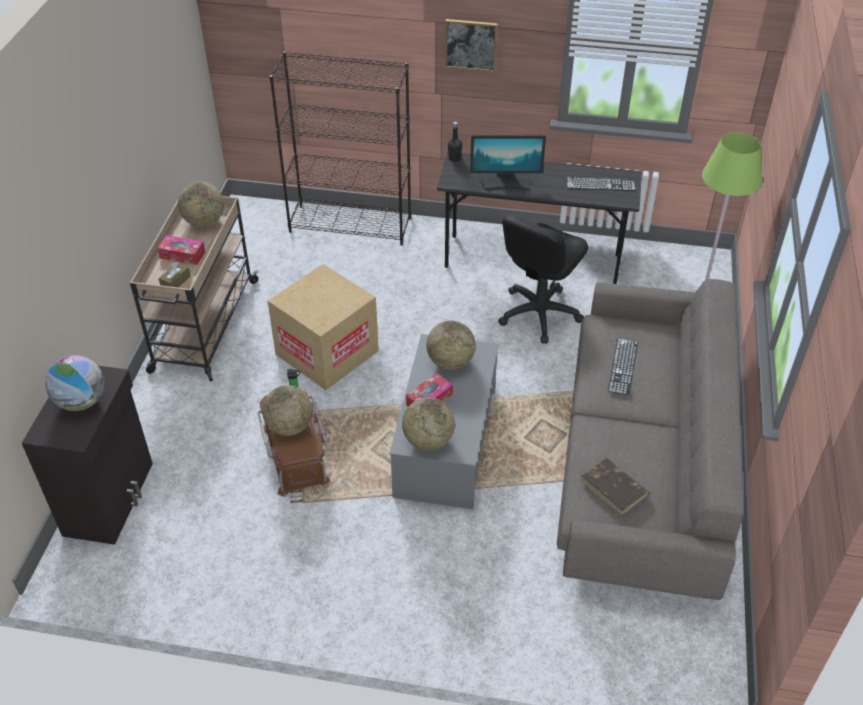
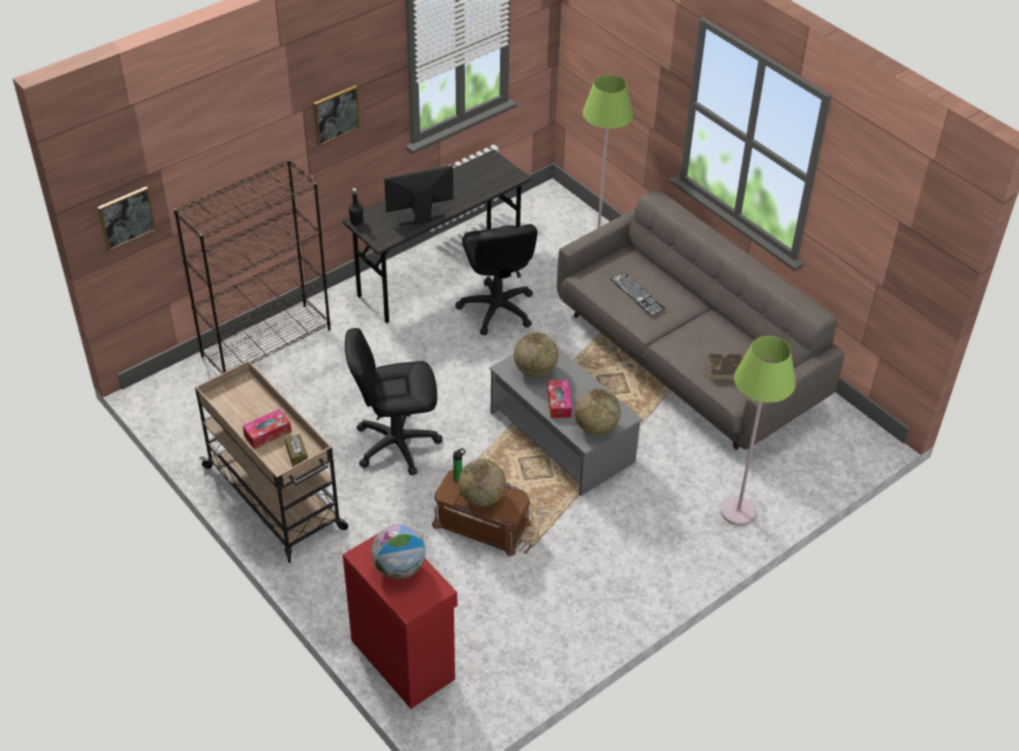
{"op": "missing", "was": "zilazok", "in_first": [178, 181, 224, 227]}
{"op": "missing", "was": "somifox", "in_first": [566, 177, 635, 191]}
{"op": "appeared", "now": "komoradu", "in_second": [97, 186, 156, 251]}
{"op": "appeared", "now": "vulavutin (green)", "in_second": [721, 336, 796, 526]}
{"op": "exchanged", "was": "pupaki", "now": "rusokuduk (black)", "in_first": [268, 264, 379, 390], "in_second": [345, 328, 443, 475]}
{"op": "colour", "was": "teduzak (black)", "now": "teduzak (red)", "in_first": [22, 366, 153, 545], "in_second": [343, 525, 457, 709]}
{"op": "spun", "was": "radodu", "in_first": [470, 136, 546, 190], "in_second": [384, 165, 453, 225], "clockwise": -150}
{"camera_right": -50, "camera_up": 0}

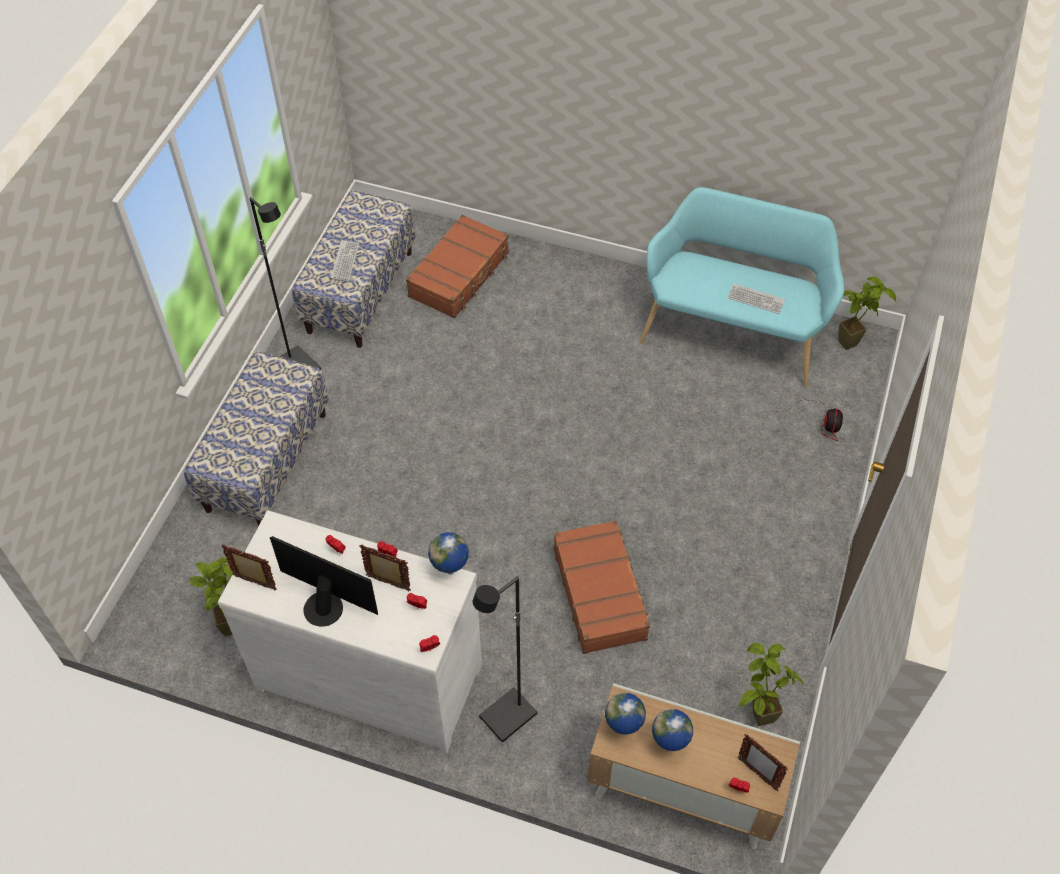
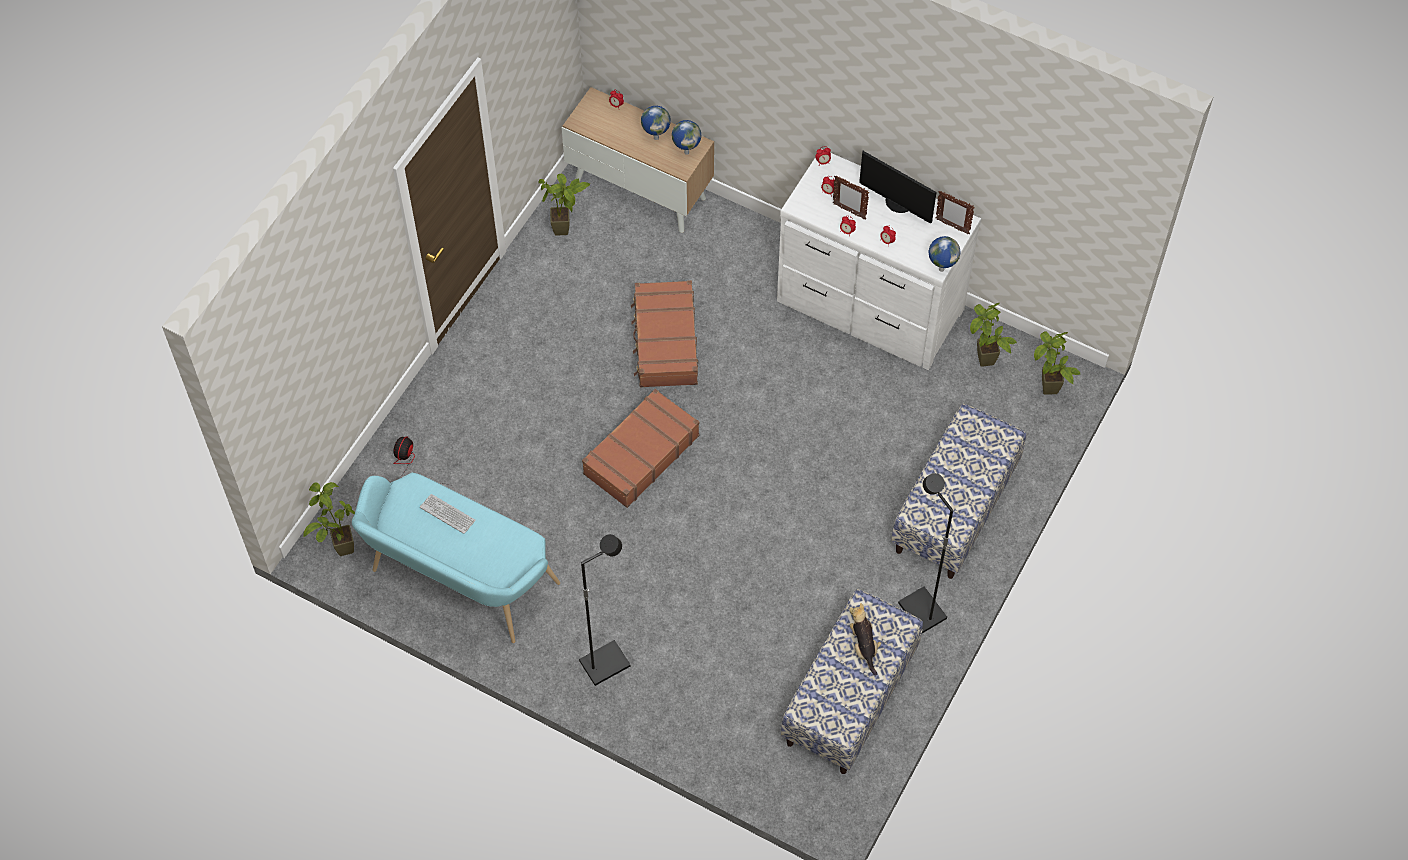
{"op": "missing", "was": "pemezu", "in_first": [738, 734, 788, 791]}
{"op": "appeared", "now": "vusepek", "in_second": [1034, 331, 1080, 395]}
{"op": "relocated", "was": "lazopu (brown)", "in_first": [406, 214, 509, 318], "in_second": [582, 389, 700, 508]}
{"op": "relocated", "was": "zilazok", "in_first": [428, 532, 469, 575], "in_second": [928, 236, 961, 272]}
{"op": "relocated", "was": "vulavutin (black)", "in_first": [473, 576, 537, 743], "in_second": [579, 534, 630, 686]}
{"op": "exchanged", "was": "somifox", "now": "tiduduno", "in_first": [331, 240, 359, 281], "in_second": [850, 603, 881, 676]}
{"camera_right": -170, "camera_up": 5}

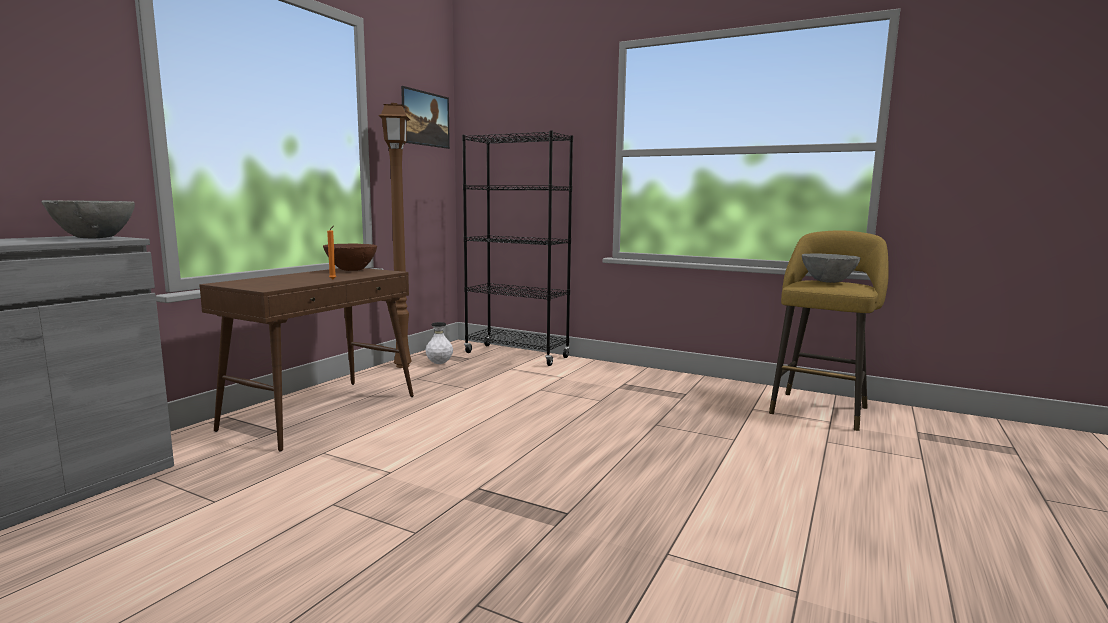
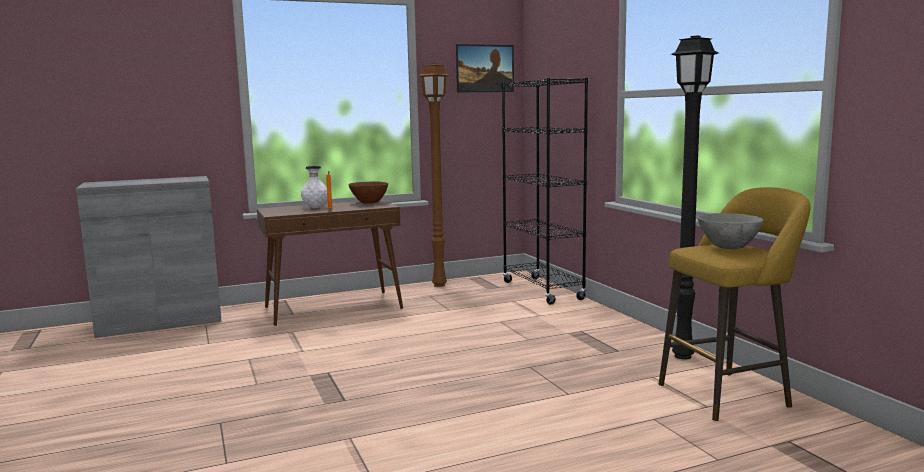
{"op": "missing", "was": "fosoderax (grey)", "in_first": [41, 200, 135, 239]}
{"op": "appeared", "now": "vulavutin (black)", "in_second": [671, 35, 718, 360]}
{"op": "relocated", "was": "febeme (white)", "in_first": [426, 322, 453, 364], "in_second": [301, 166, 328, 208]}
{"camera_right": 40, "camera_up": 0}

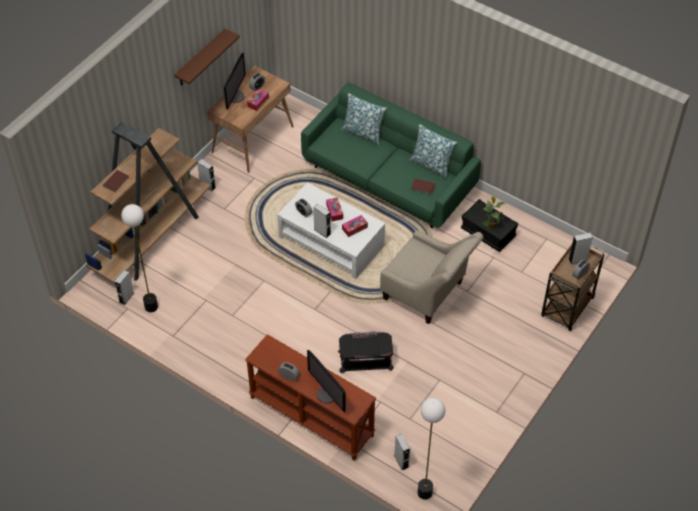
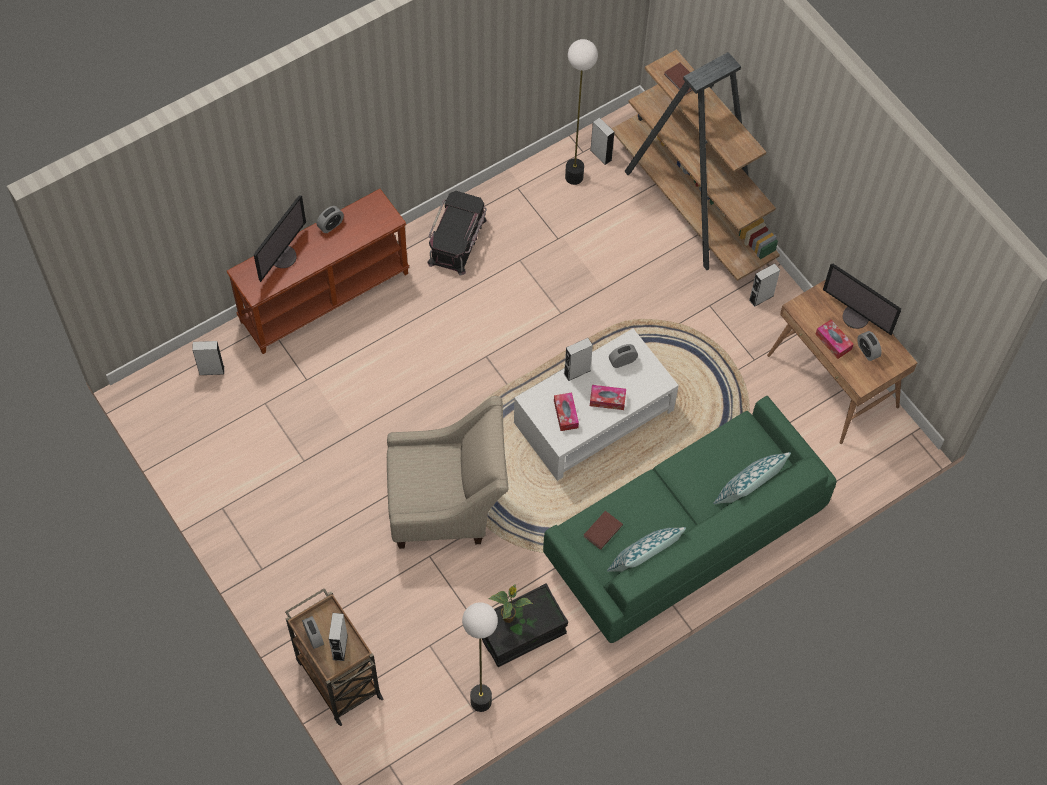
{"op": "missing", "was": "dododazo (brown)", "in_first": [174, 28, 240, 86]}
{"op": "relocated", "was": "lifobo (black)", "in_first": [338, 331, 394, 374], "in_second": [427, 191, 487, 276]}
{"op": "relocated", "was": "vulavutin", "in_first": [418, 398, 445, 500], "in_second": [462, 602, 498, 712]}
{"op": "spun", "was": "radodu", "in_first": [307, 350, 346, 413], "in_second": [254, 195, 306, 282], "clockwise": 135}
{"op": "spun", "was": "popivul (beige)", "in_first": [380, 230, 484, 324], "in_second": [387, 396, 509, 549], "clockwise": -150}
{"camera_right": 110, "camera_up": 10}

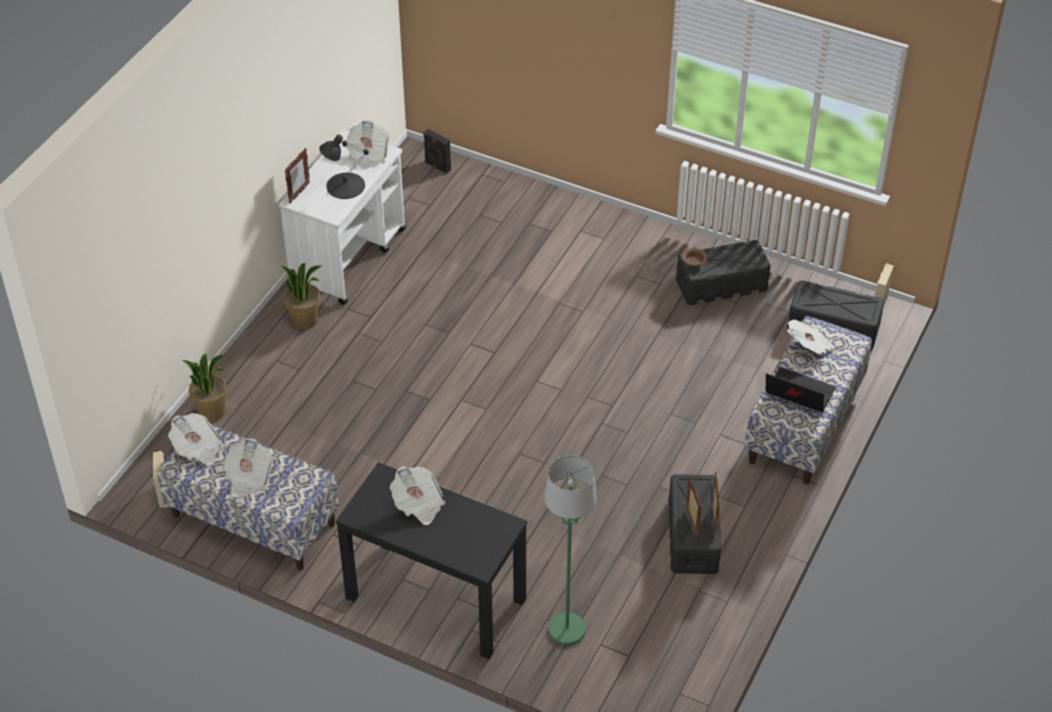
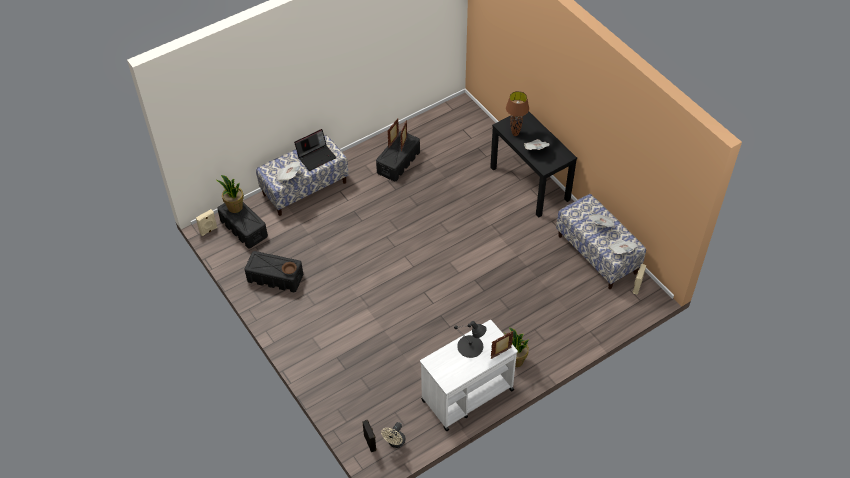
{"op": "missing", "was": "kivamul", "in_first": [346, 120, 389, 170]}
{"op": "missing", "was": "vulavutin (green)", "in_first": [545, 456, 597, 645]}
{"op": "appeared", "now": "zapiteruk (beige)", "in_second": [381, 422, 406, 448]}
{"op": "appeared", "now": "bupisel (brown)", "in_second": [506, 91, 529, 136]}
{"op": "relocated", "was": "vusepek", "in_first": [182, 354, 228, 422], "in_second": [217, 175, 244, 213]}
{"op": "spun", "was": "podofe", "in_first": [766, 367, 836, 412], "in_second": [294, 129, 336, 171], "clockwise": -90}
{"camera_right": -150, "camera_up": 5}

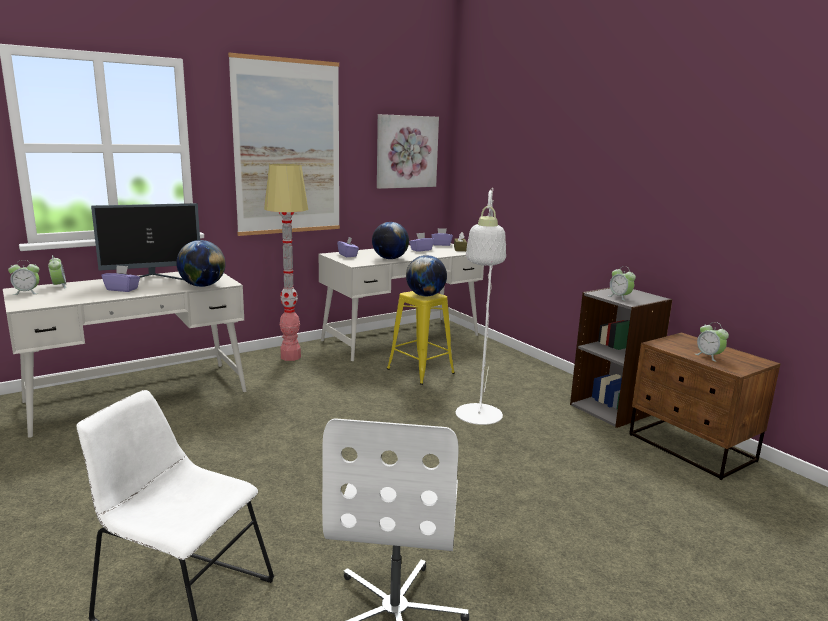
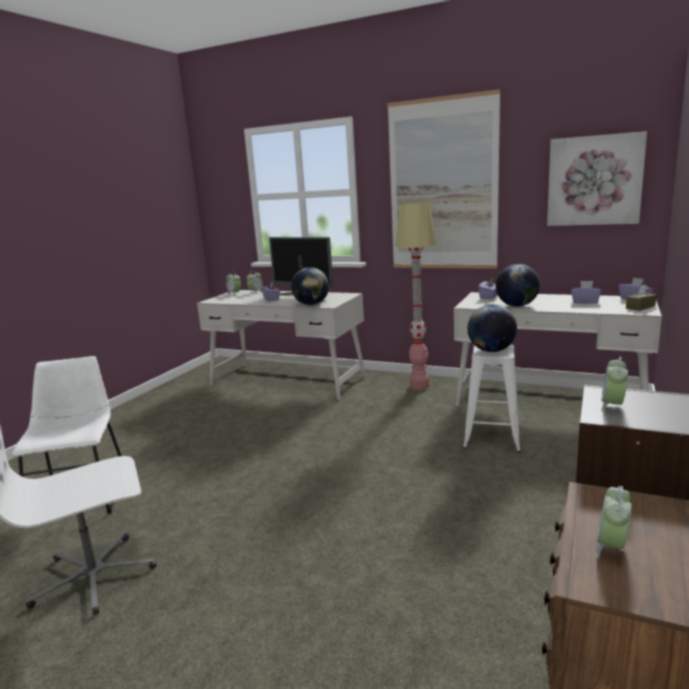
{"op": "missing", "was": "vulavutin (white)", "in_first": [456, 188, 506, 425]}
{"op": "colour", "was": "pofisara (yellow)", "now": "pofisara (white)", "in_first": [387, 291, 455, 385], "in_second": [463, 344, 521, 452]}
{"camera_right": 60, "camera_up": 0}

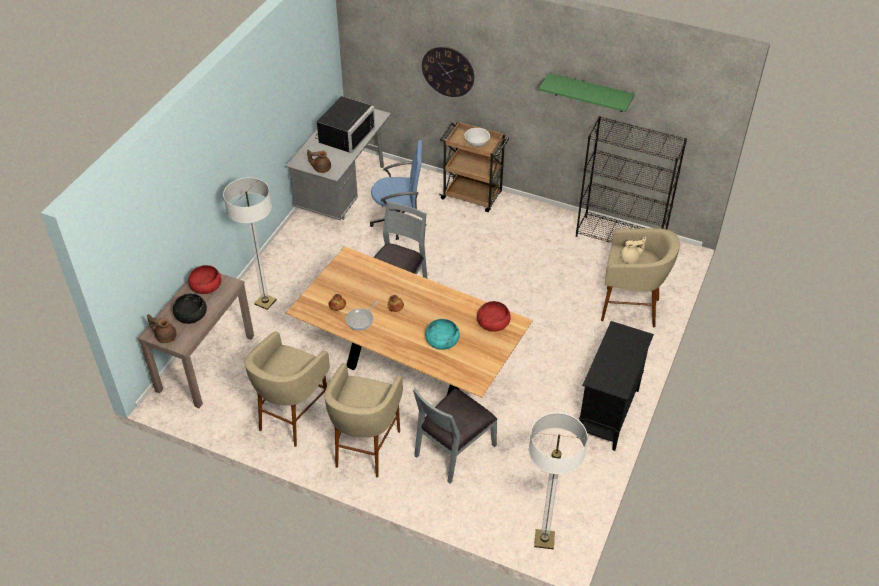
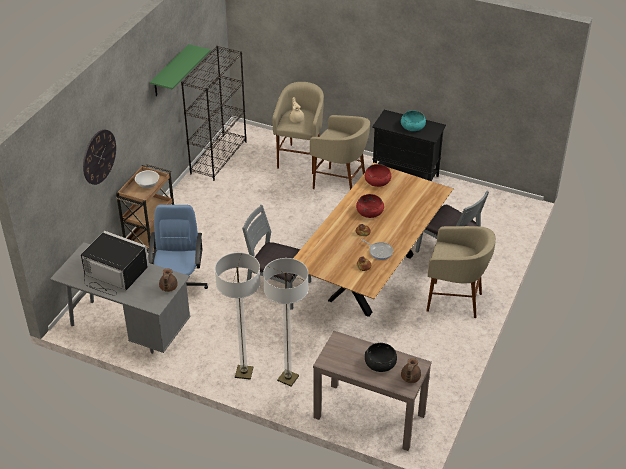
{"op": "relocated", "was": "fosoderax (red)", "in_first": [188, 265, 221, 294], "in_second": [356, 194, 384, 218]}
{"op": "relocated", "was": "pofisara (beige)", "in_first": [245, 331, 330, 447], "in_second": [310, 115, 370, 190]}
{"op": "relocated", "was": "fosoderax (turquoise)", "in_first": [425, 319, 460, 350], "in_second": [401, 110, 426, 131]}
{"op": "relocated", "was": "vulavutin", "in_first": [529, 413, 588, 549], "in_second": [215, 252, 261, 380]}
{"camera_right": -90, "camera_up": -5}

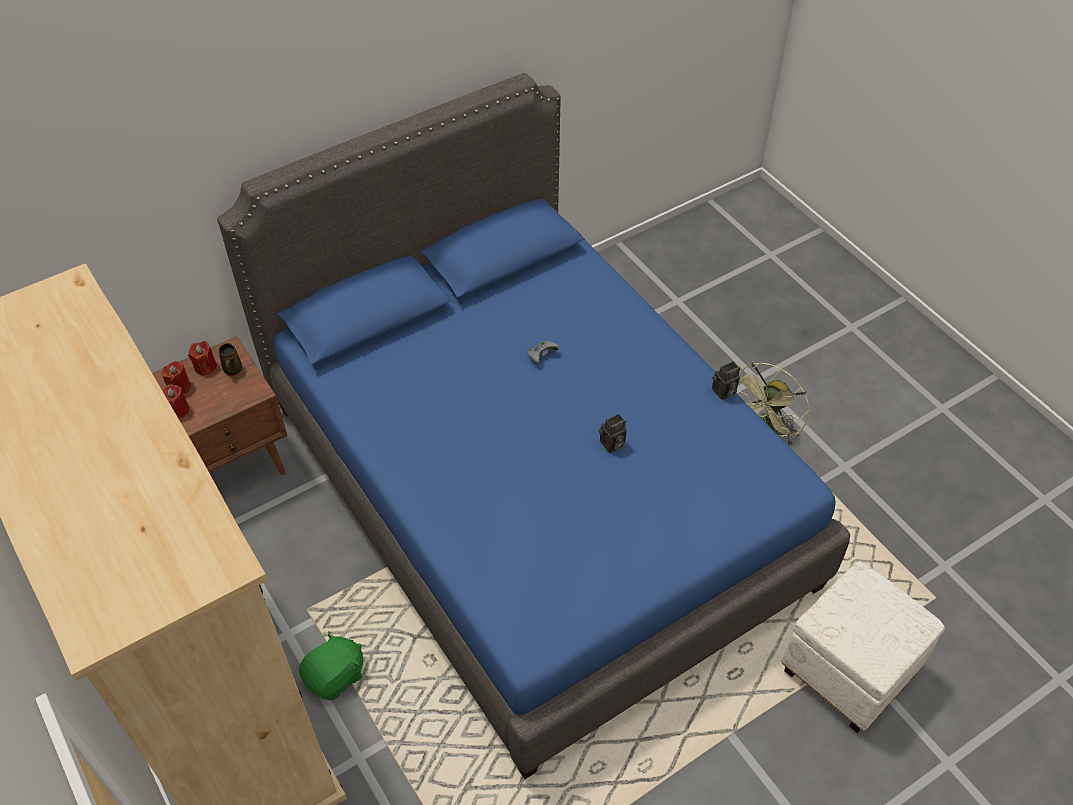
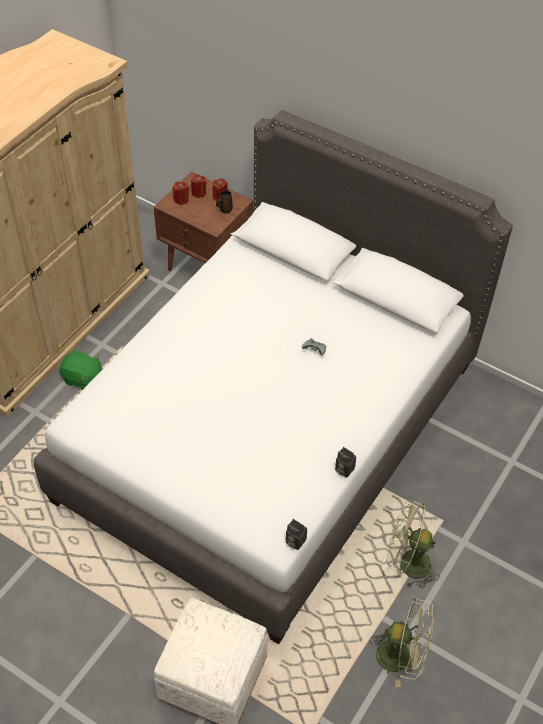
{"op": "appeared", "now": "zapiteruk (green)", "in_second": [369, 598, 434, 687]}
{"op": "relocated", "was": "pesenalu", "in_first": [599, 414, 627, 453], "in_second": [286, 519, 307, 550]}
{"op": "colour", "was": "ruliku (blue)", "now": "ruliku (white)", "in_first": [217, 73, 850, 779], "in_second": [34, 110, 513, 644]}
{"camera_right": 65, "camera_up": 0}

